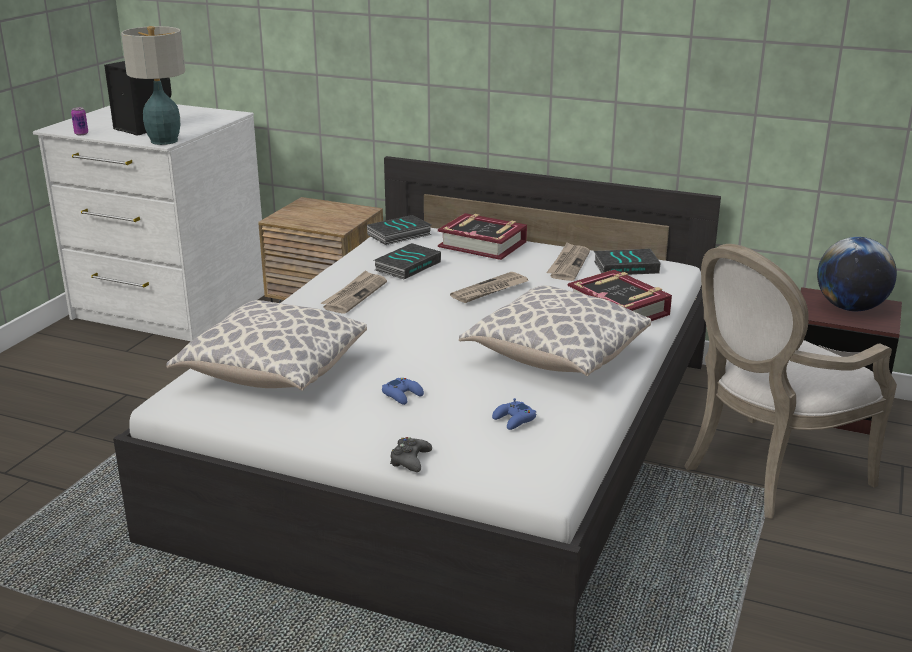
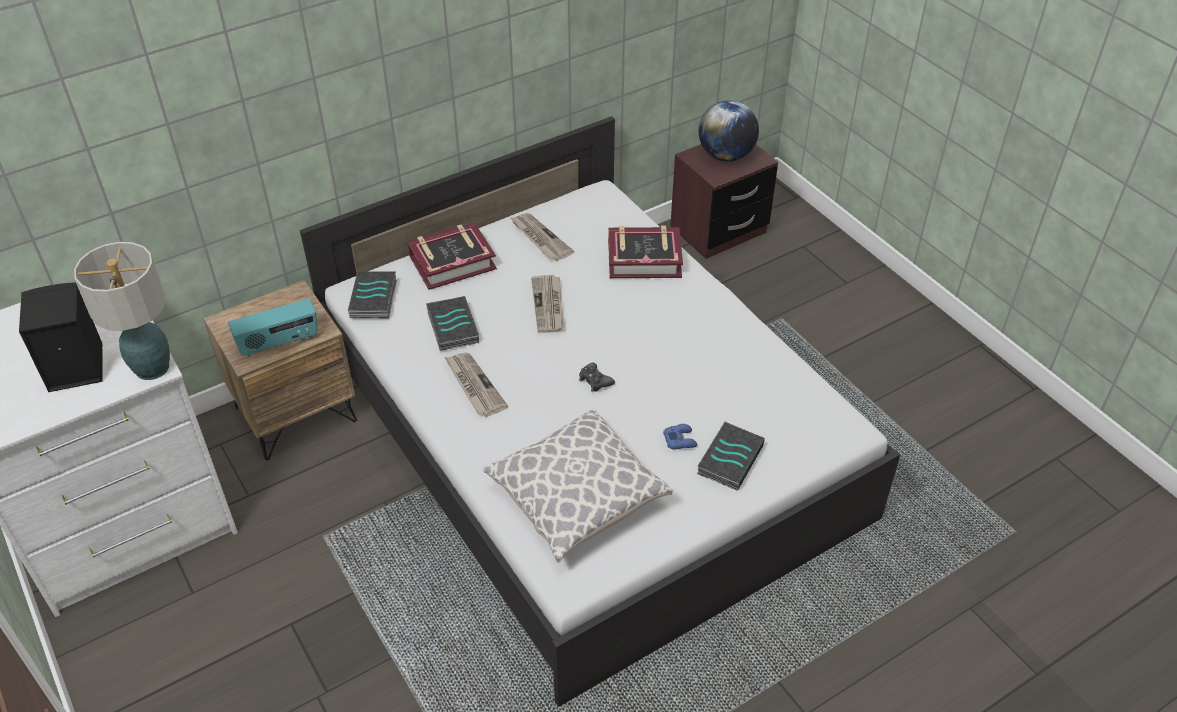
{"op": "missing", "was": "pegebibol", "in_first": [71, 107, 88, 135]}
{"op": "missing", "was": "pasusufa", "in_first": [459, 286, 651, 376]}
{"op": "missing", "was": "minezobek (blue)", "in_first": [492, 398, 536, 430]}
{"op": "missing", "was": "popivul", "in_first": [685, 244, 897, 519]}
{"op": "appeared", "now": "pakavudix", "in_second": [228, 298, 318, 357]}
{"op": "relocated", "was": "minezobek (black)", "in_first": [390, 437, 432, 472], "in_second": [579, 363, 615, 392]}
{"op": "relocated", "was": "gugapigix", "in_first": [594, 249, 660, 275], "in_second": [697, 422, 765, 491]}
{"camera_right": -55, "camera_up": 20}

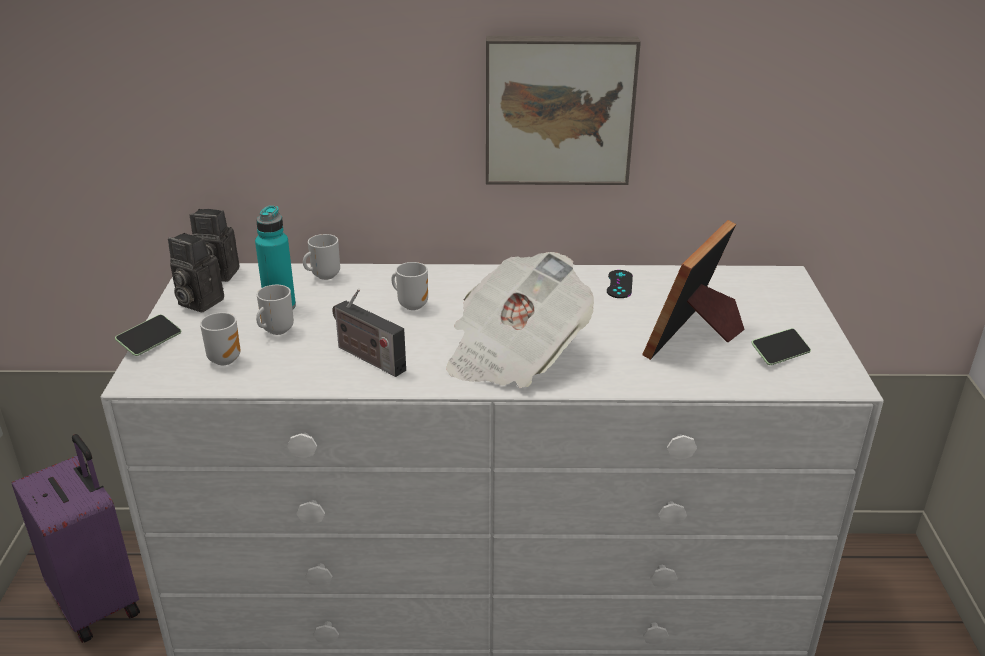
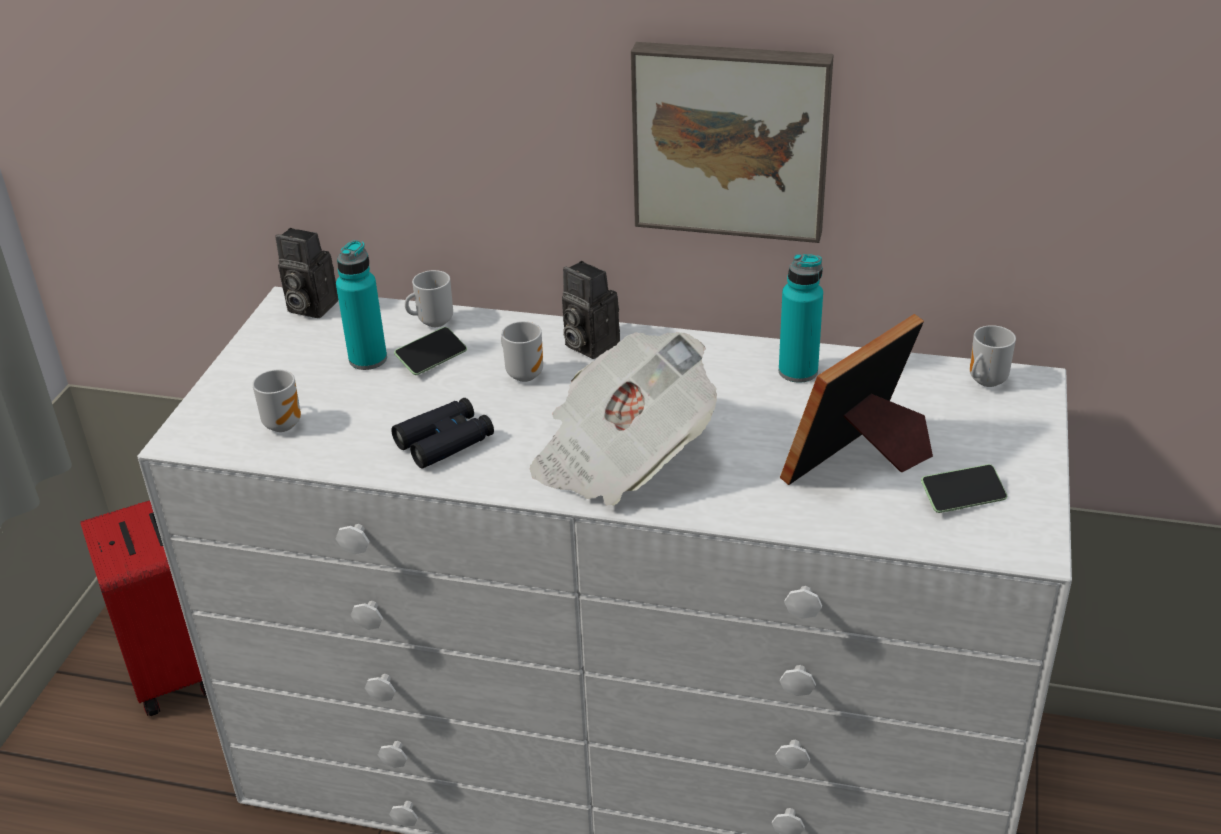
{"op": "relocated", "was": "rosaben", "in_first": [115, 314, 181, 356], "in_second": [394, 327, 467, 375]}
{"op": "relocated", "was": "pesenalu", "in_first": [168, 233, 224, 313], "in_second": [562, 261, 620, 359]}
{"op": "relocated", "was": "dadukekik", "in_first": [256, 285, 294, 335], "in_second": [970, 325, 1016, 387]}
{"op": "exchanged", "was": "pakavudix", "now": "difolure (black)", "in_first": [332, 288, 406, 377], "in_second": [391, 398, 494, 469]}
{"op": "exchanged", "was": "minezobek (black)", "now": "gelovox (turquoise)", "in_first": [607, 270, 633, 298], "in_second": [779, 254, 823, 383]}
{"op": "colour", "was": "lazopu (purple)", "now": "lazopu (red)", "in_first": [11, 434, 140, 643], "in_second": [80, 500, 207, 716]}
{"camera_right": 15, "camera_up": 5}

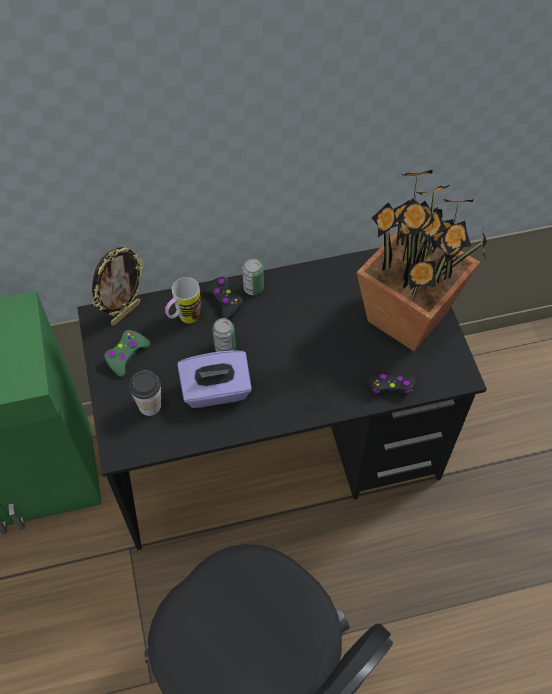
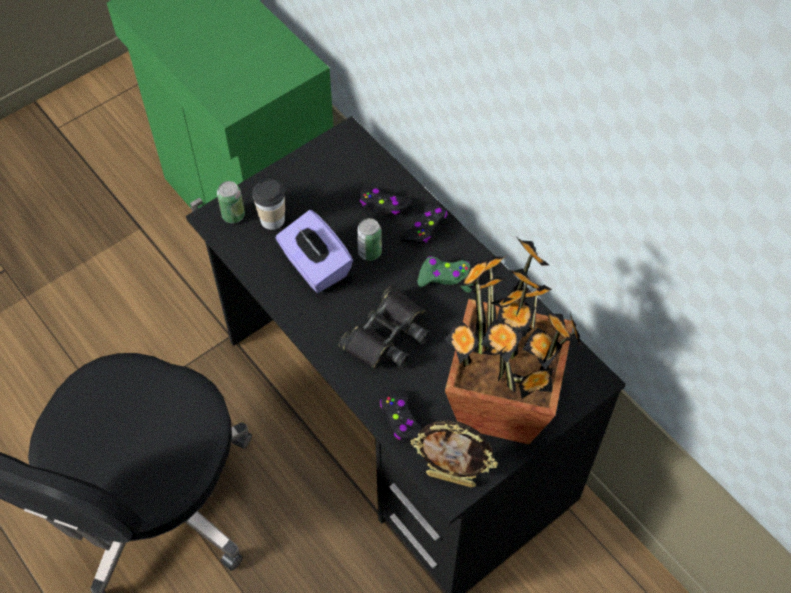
{"op": "appeared", "now": "difolure (black)", "in_second": [338, 285, 431, 369]}
{"op": "relocated", "was": "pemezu", "in_first": [92, 247, 145, 326], "in_second": [411, 420, 498, 488]}
{"op": "relocated", "was": "minezobek (green)", "in_first": [104, 330, 151, 377], "in_second": [418, 256, 473, 293]}
{"op": "relocated", "was": "pegebibol", "in_first": [242, 258, 264, 295], "in_second": [217, 181, 245, 223]}
{"op": "exchanged", "was": "dadukekik", "now": "minezobek (black)", "in_first": [165, 277, 201, 323], "in_second": [359, 186, 412, 215]}
{"camera_right": 65, "camera_up": 0}

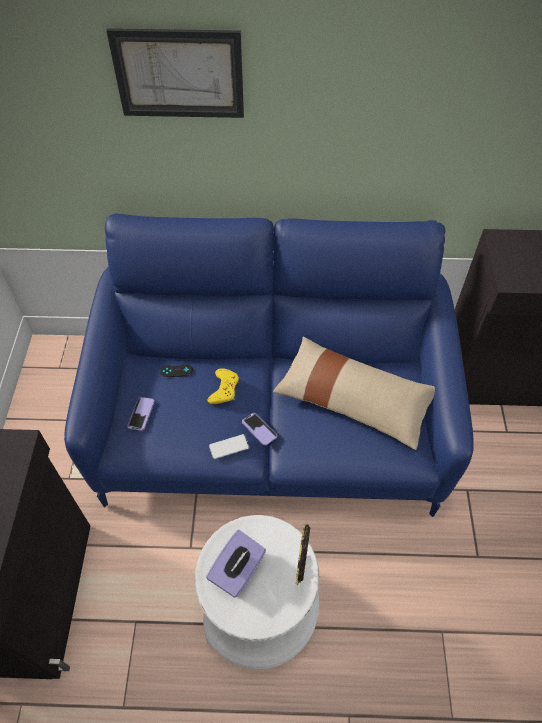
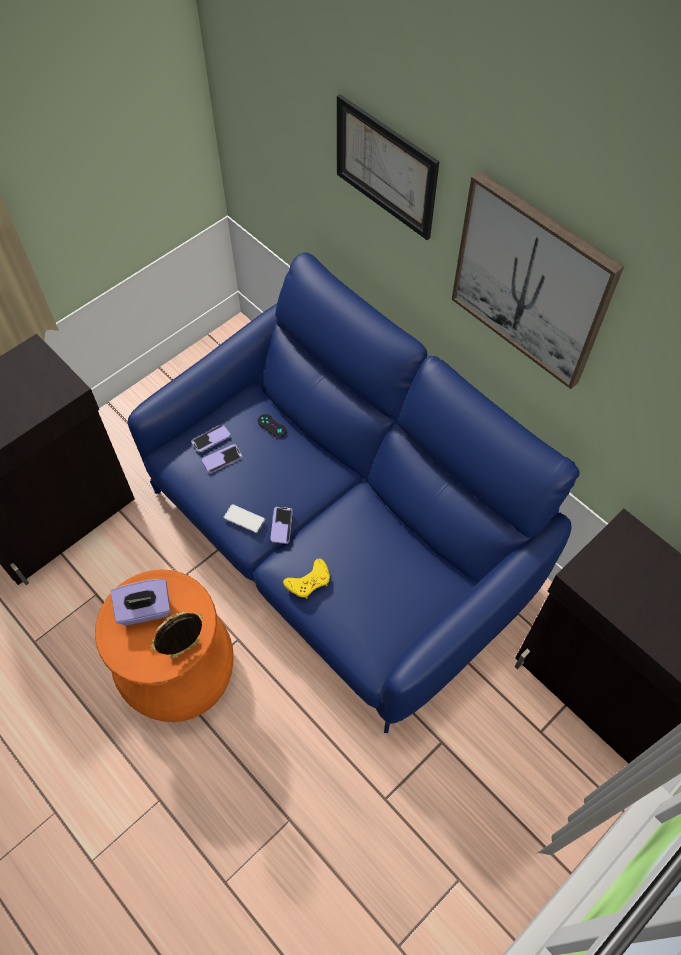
{"op": "missing", "was": "pasusufa (beige)", "in_first": [273, 337, 435, 450]}
{"op": "appeared", "now": "rosaben", "in_second": [202, 444, 242, 473]}
{"op": "appeared", "now": "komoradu", "in_second": [452, 171, 624, 389]}
{"op": "relocated", "was": "minezobek (yellow)", "in_first": [208, 368, 239, 404], "in_second": [283, 559, 330, 599]}
{"op": "colour", "was": "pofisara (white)", "now": "pofisara (orange)", "in_first": [195, 515, 320, 670], "in_second": [95, 570, 233, 722]}
{"camera_right": 45, "camera_up": 5}

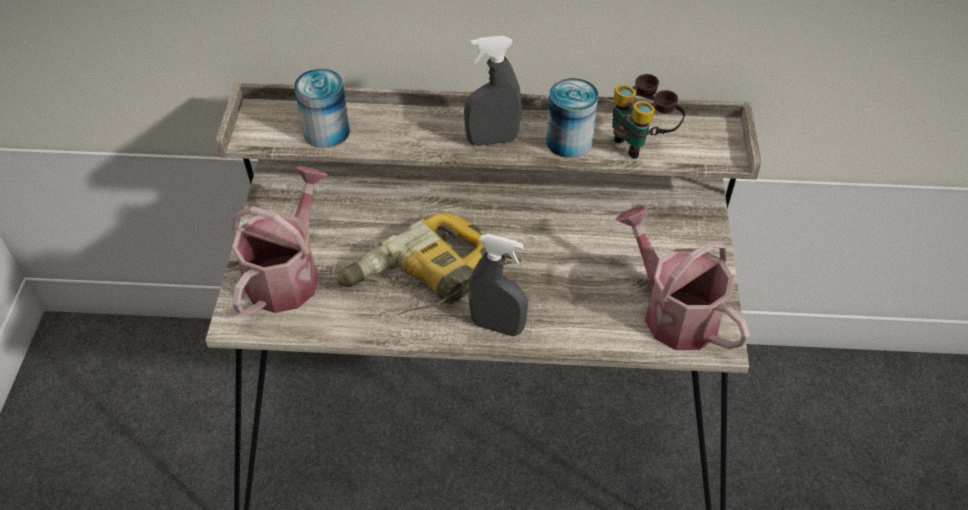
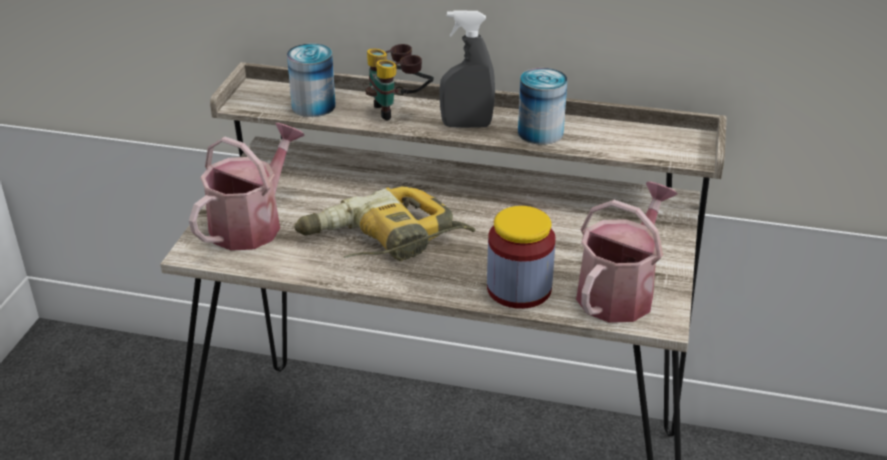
{"op": "missing", "was": "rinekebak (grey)", "in_first": [468, 234, 528, 336]}
{"op": "appeared", "now": "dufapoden", "in_second": [487, 206, 555, 309]}
{"op": "relocated", "was": "difolure", "in_first": [612, 74, 685, 159], "in_second": [366, 44, 434, 120]}
{"op": "spun", "was": "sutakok", "in_first": [616, 206, 750, 350], "in_second": [576, 181, 678, 323], "clockwise": 60}
{"camera_right": 10, "camera_up": -15}

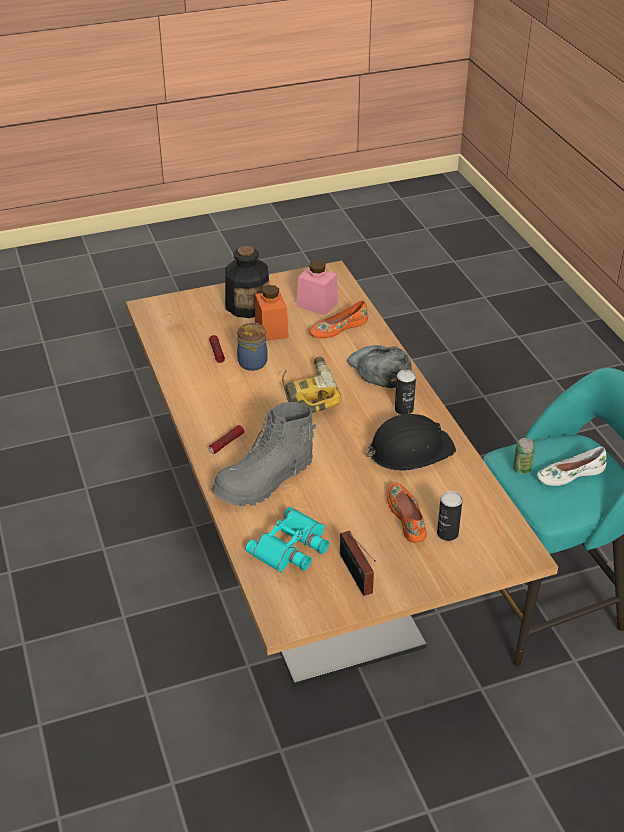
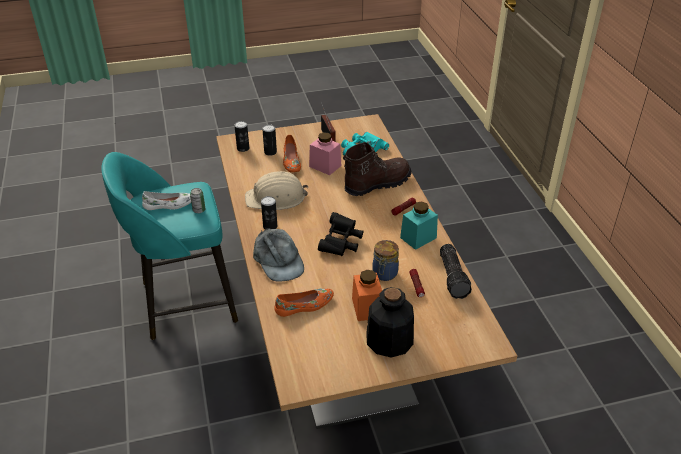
{"op": "appeared", "now": "pegebibol", "in_second": [234, 121, 249, 152]}
{"op": "appeared", "now": "dufapoden (turquoise)", "in_second": [400, 201, 438, 250]}
{"op": "appeared", "now": "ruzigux", "in_second": [440, 244, 472, 299]}
{"op": "relocated", "was": "dufapoden (pink)", "in_first": [297, 260, 338, 315], "in_second": [309, 132, 342, 175]}
{"op": "exchanged", "was": "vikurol", "now": "difolure (black)", "in_first": [282, 357, 341, 413], "in_second": [318, 212, 364, 256]}
{"op": "colour", "was": "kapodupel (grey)", "now": "kapodupel (brown)", "in_first": [211, 402, 316, 506], "in_second": [343, 142, 412, 196]}
{"op": "colour", "was": "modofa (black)", "now": "modofa (beige)", "in_first": [366, 414, 456, 471], "in_second": [245, 171, 308, 210]}
{"camera_right": -175, "camera_up": 0}

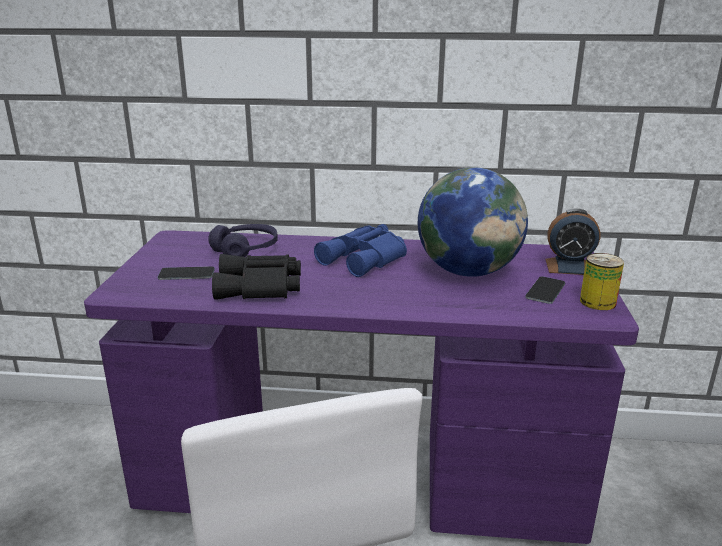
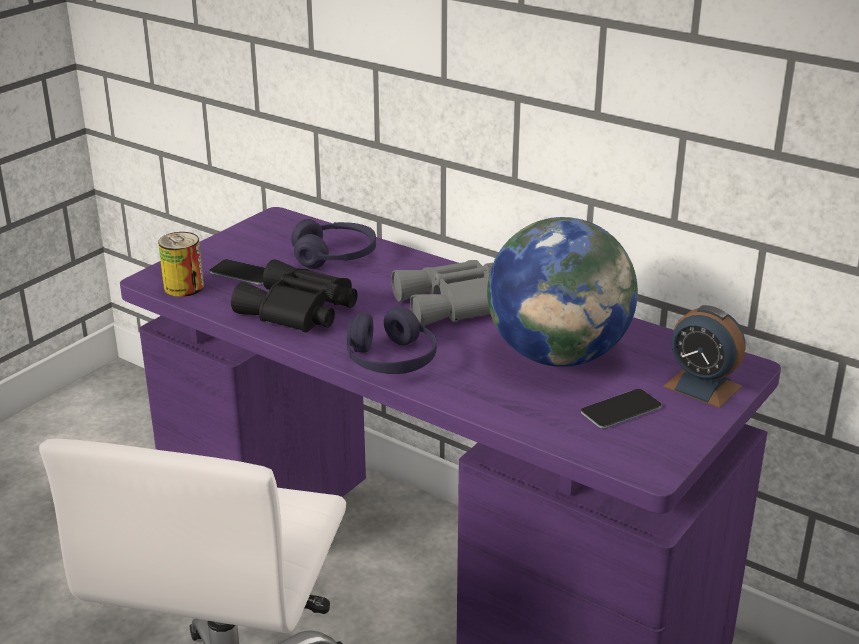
{"op": "appeared", "now": "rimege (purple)", "in_second": [347, 306, 437, 374]}
{"op": "relocated", "was": "pegebibol", "in_first": [580, 253, 624, 310], "in_second": [158, 232, 204, 297]}
{"op": "colour", "was": "difolure (blue)", "now": "difolure (grey)", "in_first": [314, 224, 407, 277], "in_second": [391, 260, 493, 326]}
{"camera_right": 30, "camera_up": 5}

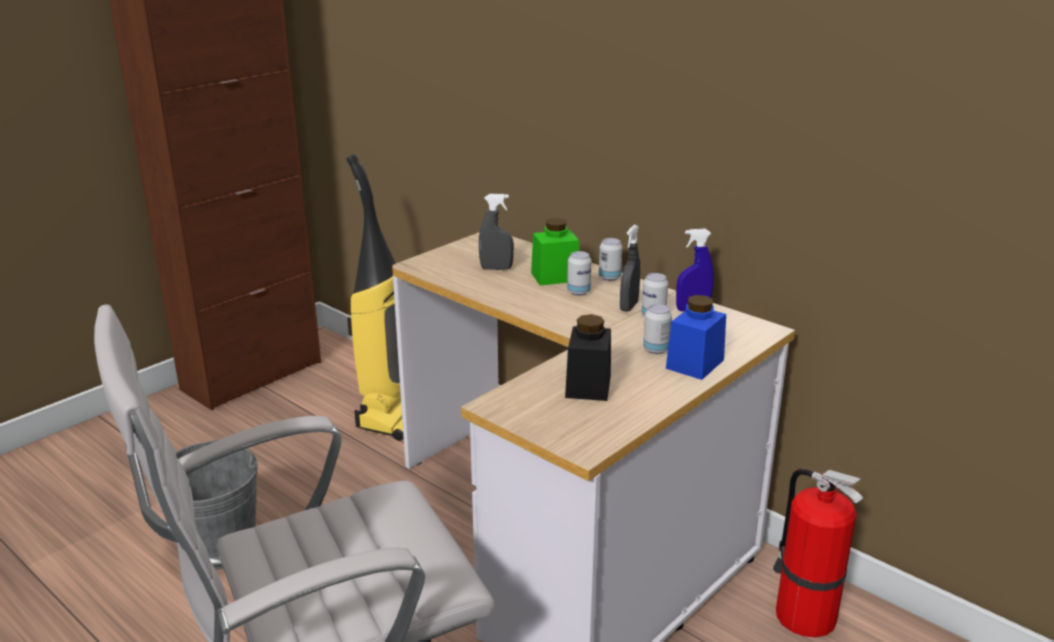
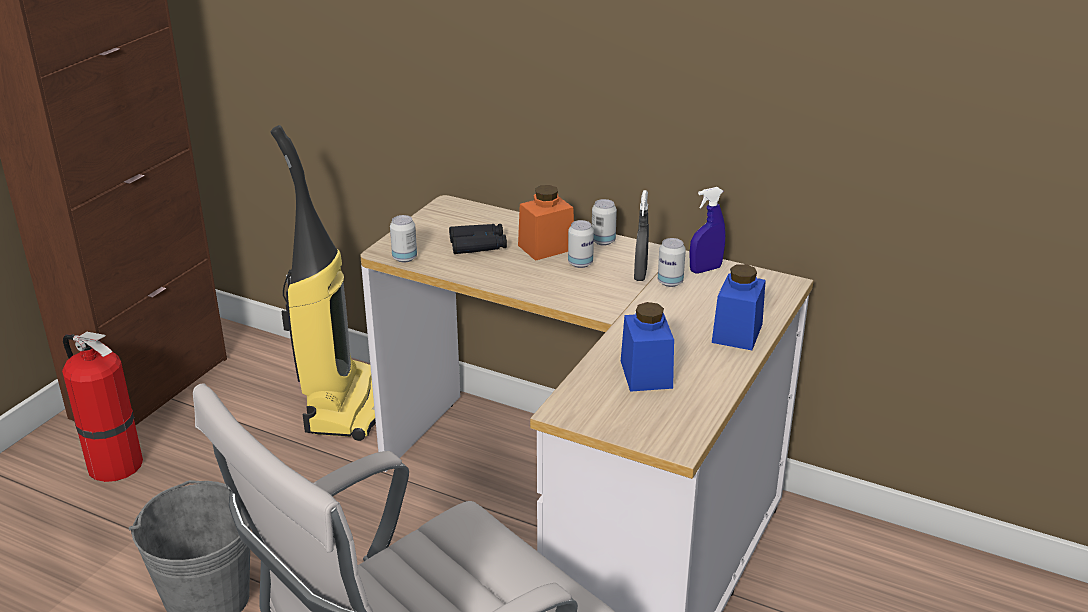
{"op": "relocated", "was": "pegebibol", "in_first": [643, 304, 672, 354], "in_second": [390, 215, 417, 262]}
{"op": "relocated", "was": "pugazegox", "in_first": [773, 469, 863, 638], "in_second": [62, 332, 143, 482]}
{"op": "exchanged", "was": "rinekebak (grey)", "now": "difolure (black)", "in_first": [479, 194, 514, 270], "in_second": [449, 224, 507, 254]}
{"op": "colour", "was": "dufapoden (green)", "now": "dufapoden (orange)", "in_first": [531, 218, 579, 286], "in_second": [518, 185, 574, 261]}
{"op": "colour", "was": "dufapoden (black)", "now": "dufapoden (blue)", "in_first": [565, 314, 611, 401], "in_second": [621, 302, 674, 392]}
{"camera_right": -15, "camera_up": 5}

